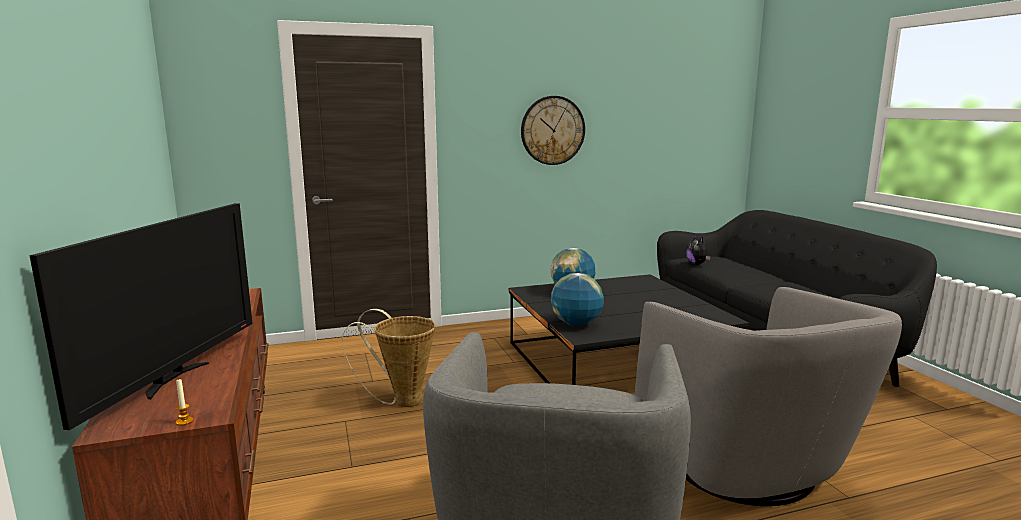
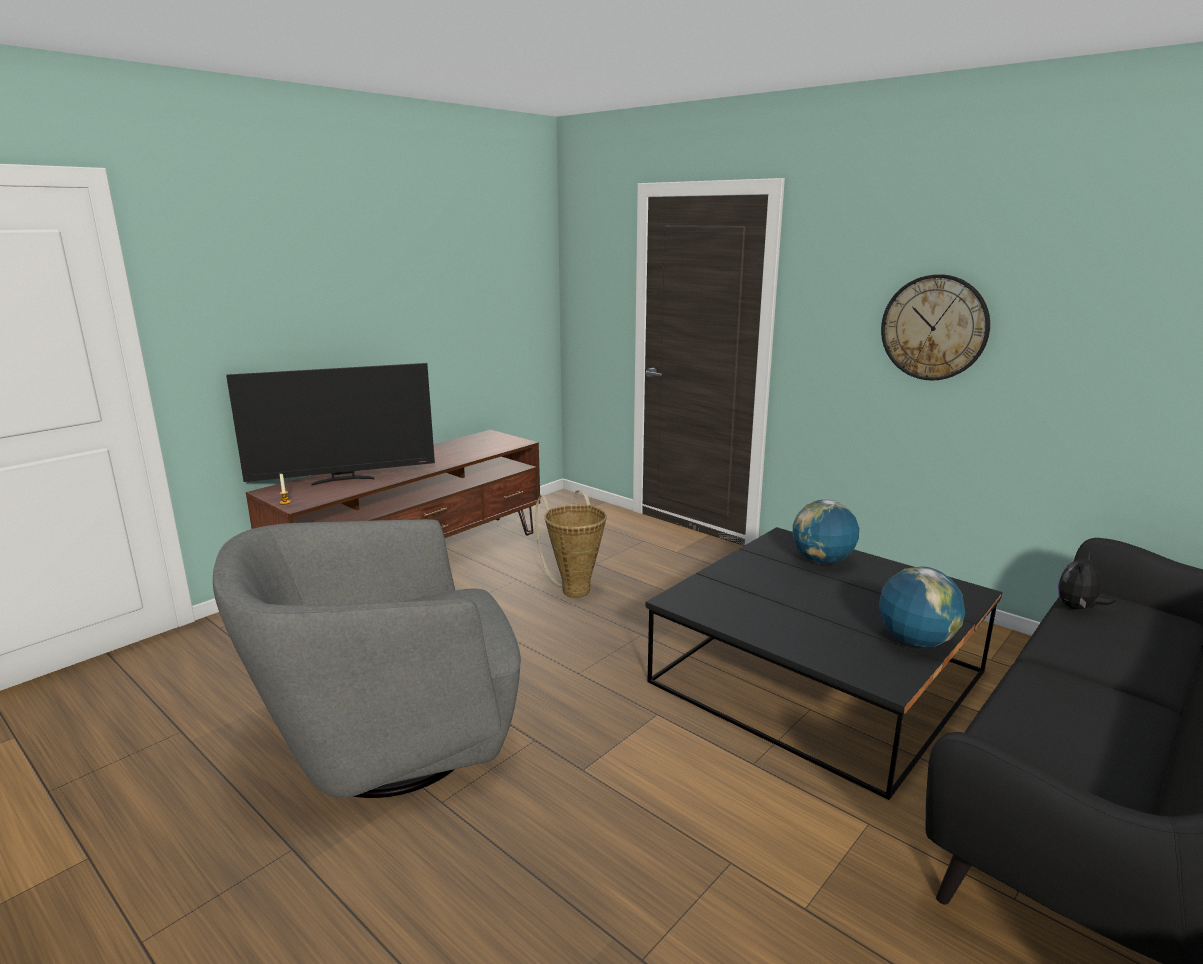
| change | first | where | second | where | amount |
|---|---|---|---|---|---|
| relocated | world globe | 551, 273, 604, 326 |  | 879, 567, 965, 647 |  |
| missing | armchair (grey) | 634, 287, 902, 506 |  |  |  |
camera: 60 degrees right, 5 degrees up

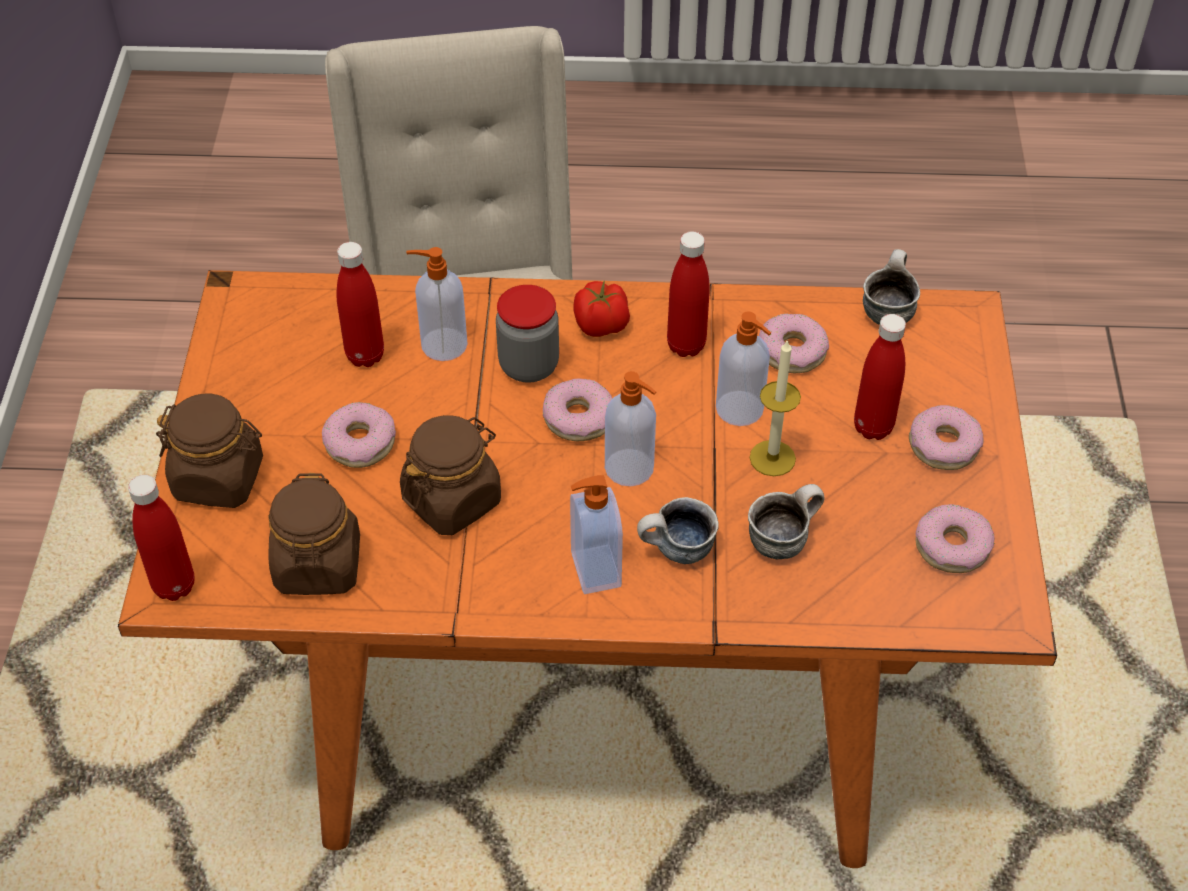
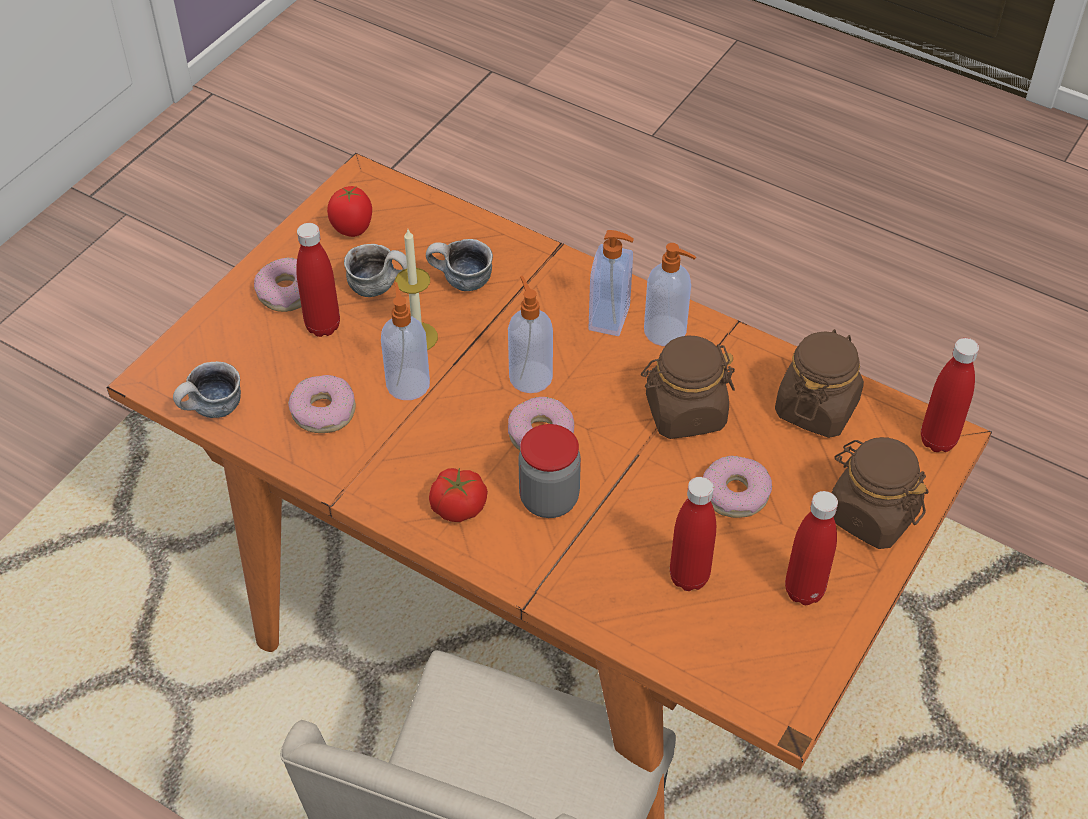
| change | first | where | second | where | amount |
|---|---|---|---|---|---|
| exchanged | donut | 915, 504, 995, 573 | whole tomato | 327, 186, 372, 237 |  |
| relocated | coffee mug | 637, 497, 719, 564 |  | 344, 244, 407, 297 |  |
| relocated | soap bottle | 406, 247, 468, 361 |  | 644, 243, 696, 346 |  |
| relocated | beverage bottle (reddish) | 667, 231, 710, 357 |  | 785, 491, 838, 605 |  |
camera: 150 degrees left, 0 degrees up

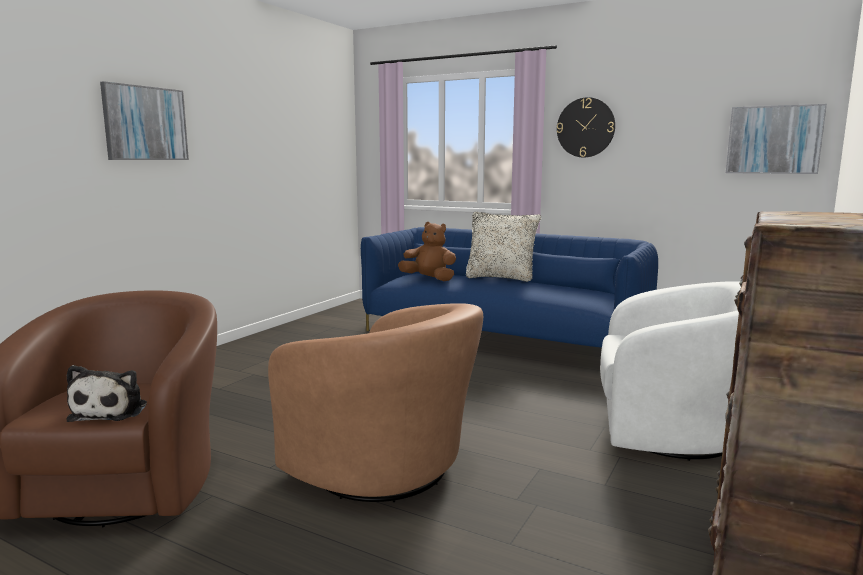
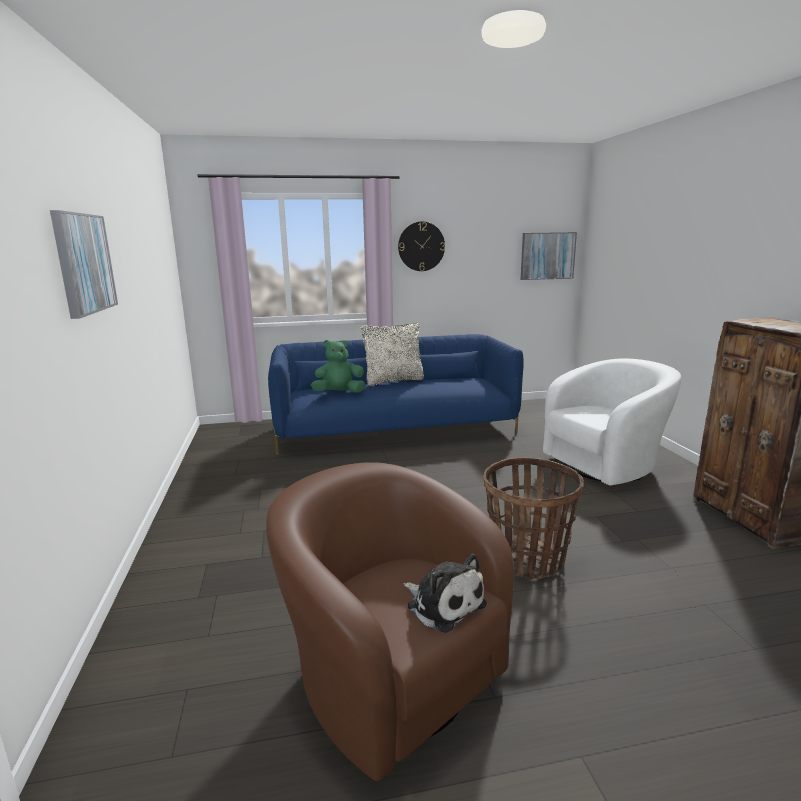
| change | first | where | second | where | amount |
|---|---|---|---|---|---|
| colour | plush toy (brown-coloured) | 398, 222, 456, 281 | plush toy (green) | 311, 340, 366, 393 |  |
| exchanged | armchair (brown-coloured) | 268, 303, 483, 502 | household basket | 484, 457, 584, 579 |  |
camera: 40 degrees left, 5 degrees up

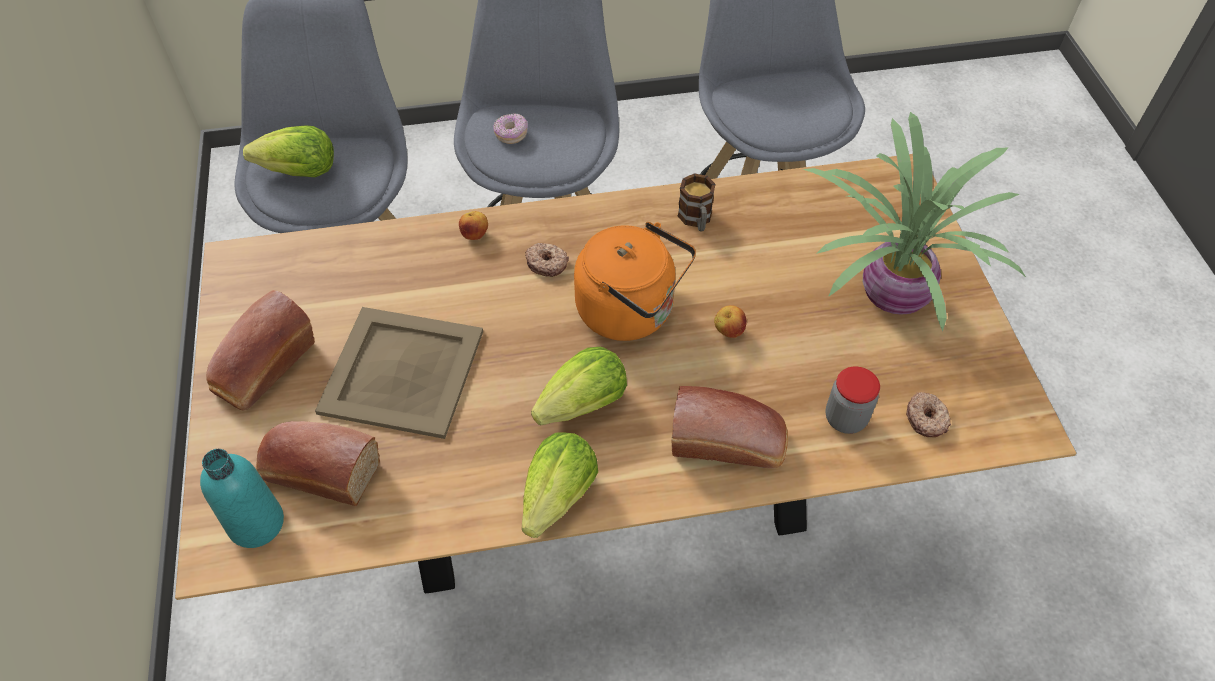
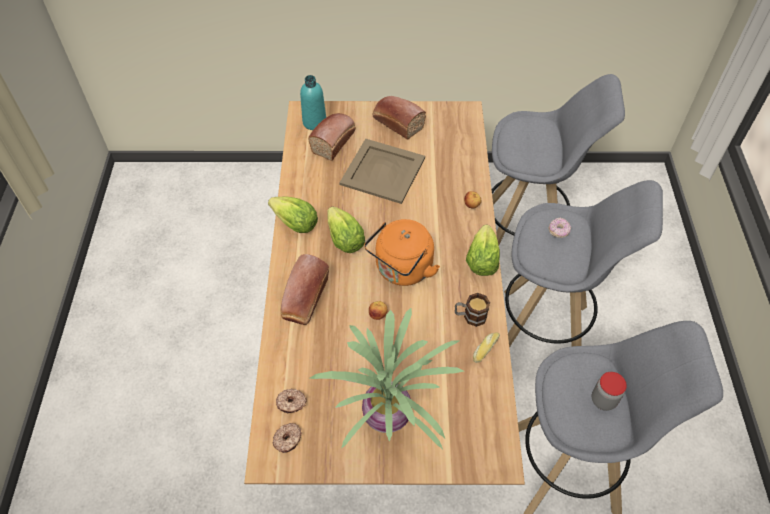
| change | first | where | second | where | amount |
|---|---|---|---|---|---|
| relocated | donut | 525, 243, 569, 277 |  | 272, 423, 302, 453 |  |
| relocated | head of lettuce | 243, 125, 334, 177 |  | 466, 225, 500, 276 |  |
| appeared |  |  | bread | 473, 332, 500, 363 |  |
| relocated | jar | 825, 366, 880, 434 |  | 592, 372, 627, 411 |  |
camera: 100 degrees right, 0 degrees up

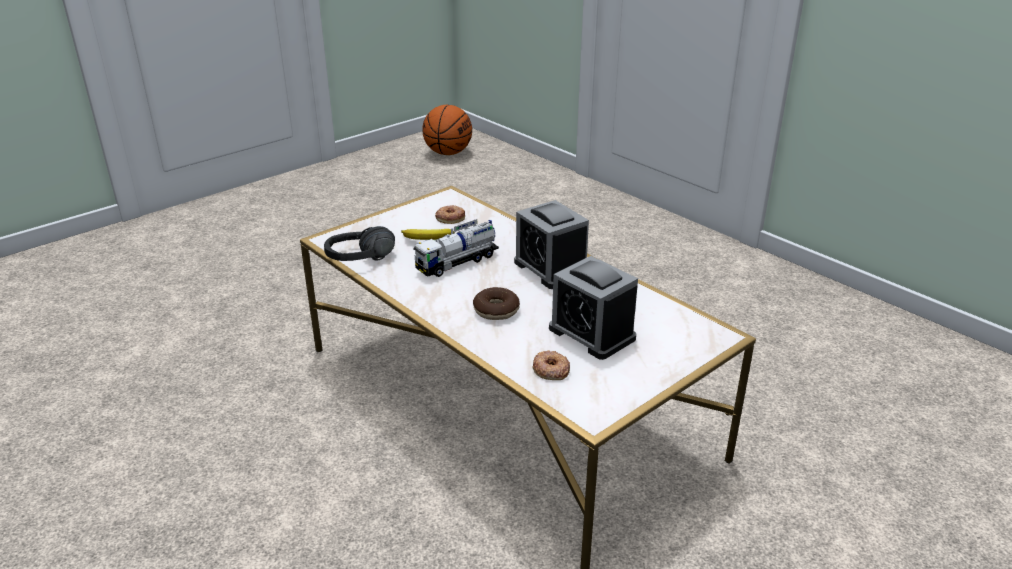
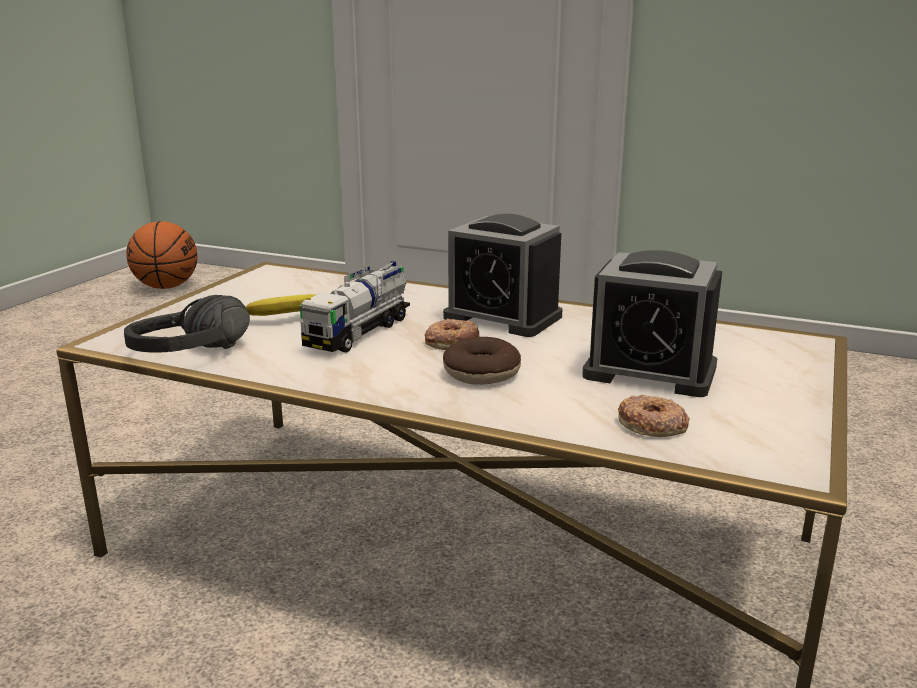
| change | first | where | second | where | amount |
|---|---|---|---|---|---|
| relocated | donut | 435, 205, 465, 224 |  | 425, 318, 480, 350 |  |
camera: 25 degrees left, 10 degrees down

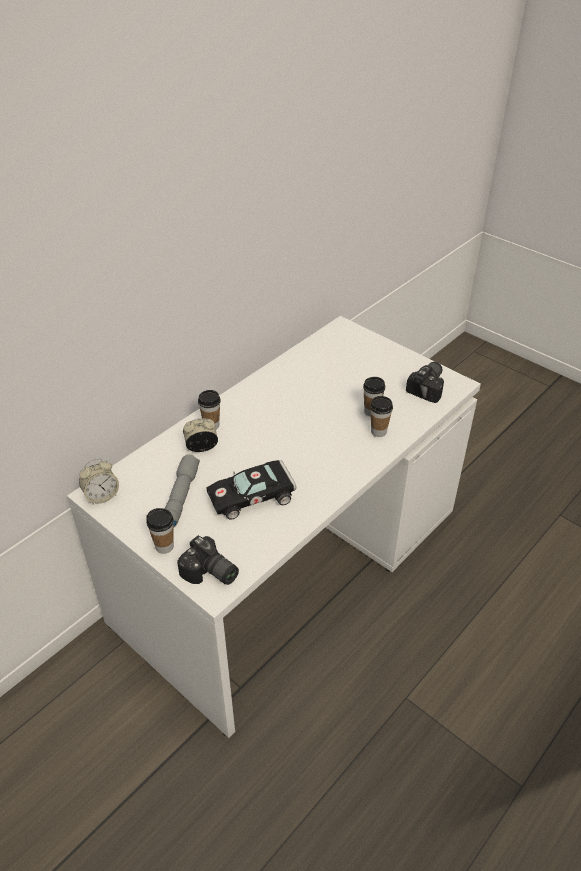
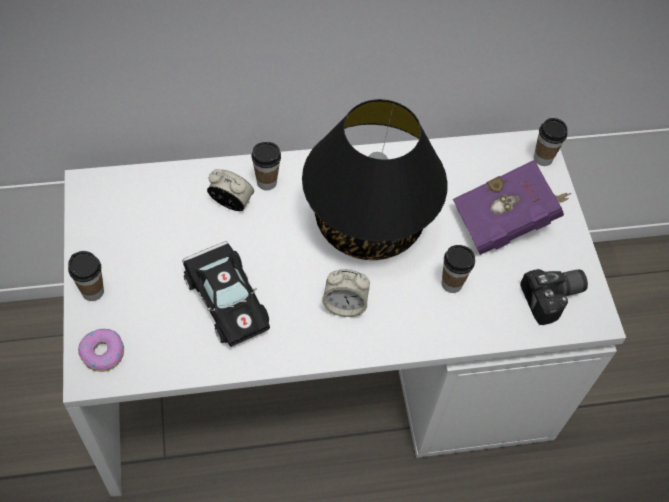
| change | first | where | second | where | amount |
|---|---|---|---|---|---|
| exchanged | photo camera | 177, 535, 239, 585 | donut | 78, 329, 124, 372 |  |
| spun | toy car (blackish) | 206, 460, 296, 519 |  | 183, 241, 270, 347 | 135 degrees counterclockwise |
| appeared |  |  | lamp for a table (blackish) | 302, 99, 448, 260 |  |
| relocated | table clock | 79, 458, 119, 505 |  | 322, 269, 370, 317 |  |
| appeared |  |  | bound book (purple-coloured) | 453, 160, 571, 255 |  |
| relocated | drinking cup | 370, 396, 393, 437 |  | 534, 118, 568, 166 |  |
| missing | torch (grey) | 165, 454, 200, 527 |  |  |  |
camera: 35 degrees right, 15 degrees up

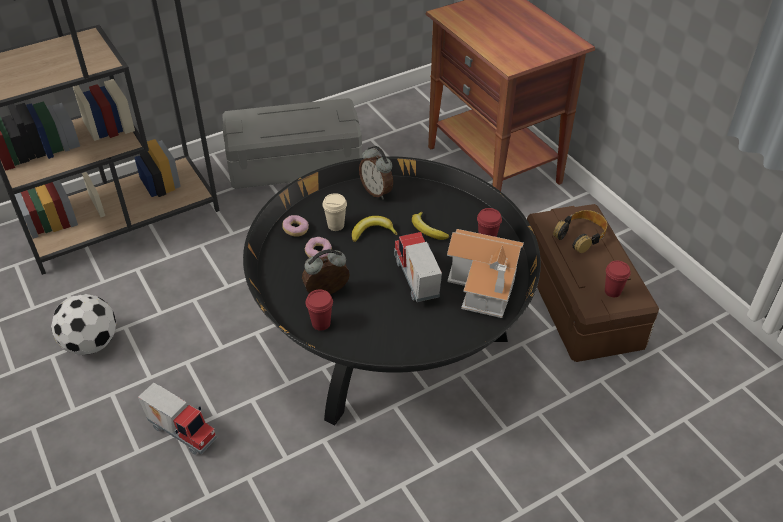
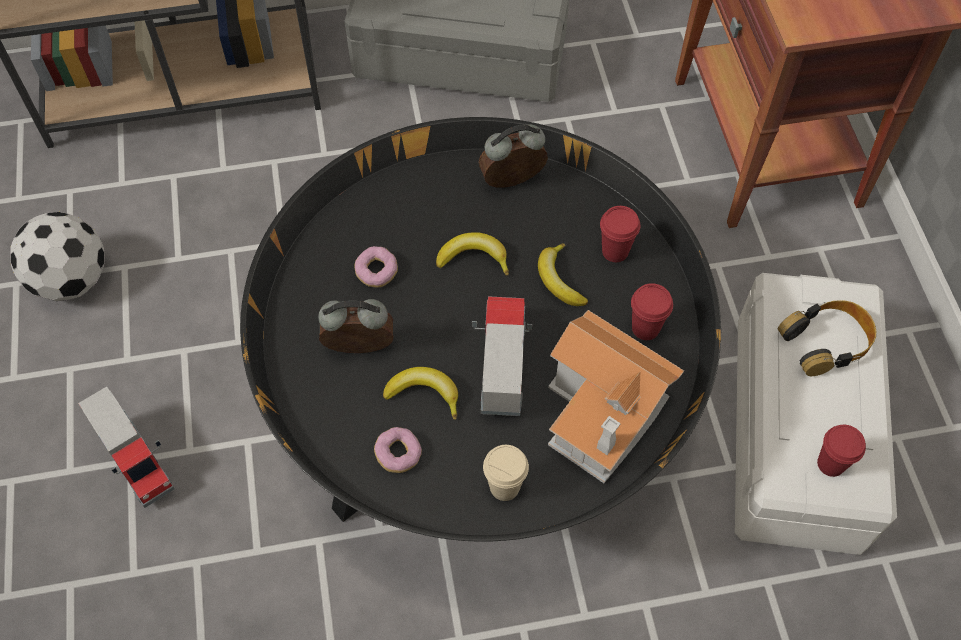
| change | first | where | second | where | amount |
|---|---|---|---|---|---|
| relocated | donut | 282, 215, 309, 237 |  | 374, 427, 422, 473 |  |
| appeared |  |  | banana fruit | 383, 367, 458, 420 |  |
| spun | table clock | 359, 146, 393, 200 |  | 479, 124, 548, 187 | 90 degrees clockwise |
| relocated | drinking cup (beige) | 323, 193, 347, 231 |  | 483, 445, 529, 501 |  |
| relocated | drinking cup (reddish) | 306, 290, 333, 331 |  | 600, 206, 640, 262 |  |
| colour | storage bin (brown-coloured) | 527, 204, 659, 362 | storage bin (white) | 735, 273, 897, 555 |  |
camera: 20 degrees right, 15 degrees up

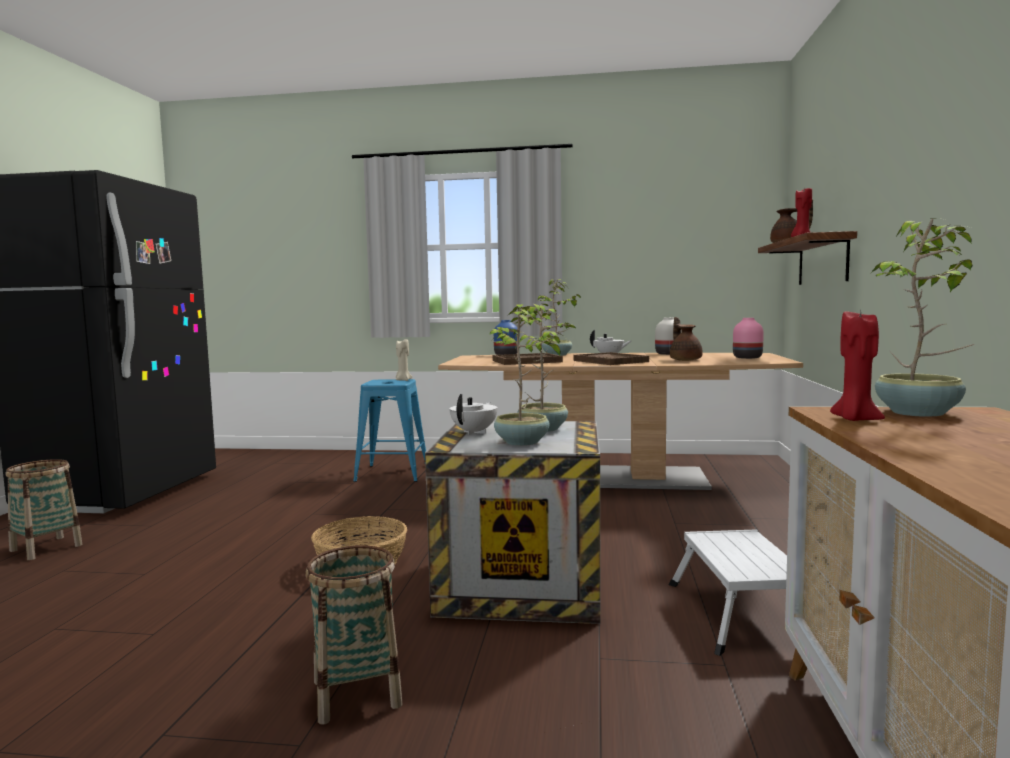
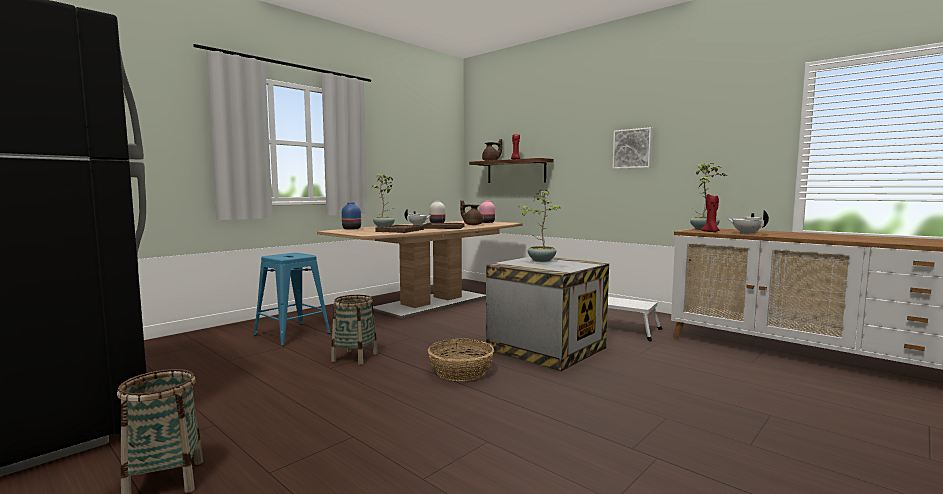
| change | first | where | second | where | amount |
|---|---|---|---|---|---|
| relocated | household basket | 306, 545, 402, 725 |  | 331, 295, 378, 365 |  |
| appeared |  |  | wall art | 612, 127, 653, 169 |  |
| relocated | tea pot (white) | 449, 394, 497, 435 |  | 727, 210, 769, 234 |  |
| missing | wax light (beige) | 396, 339, 412, 381 |  |  |  |
| missing | potted plant | 489, 304, 562, 446 |  |  |  |
camera: 55 degrees left, 0 degrees up

